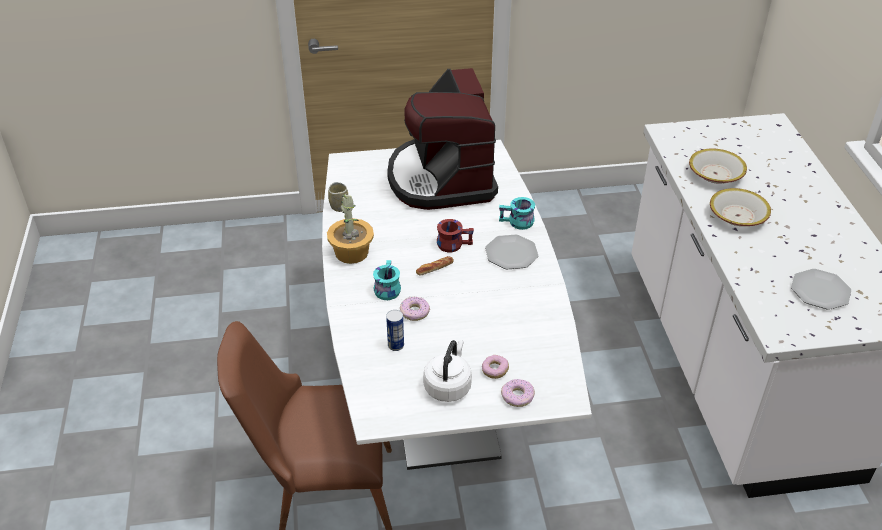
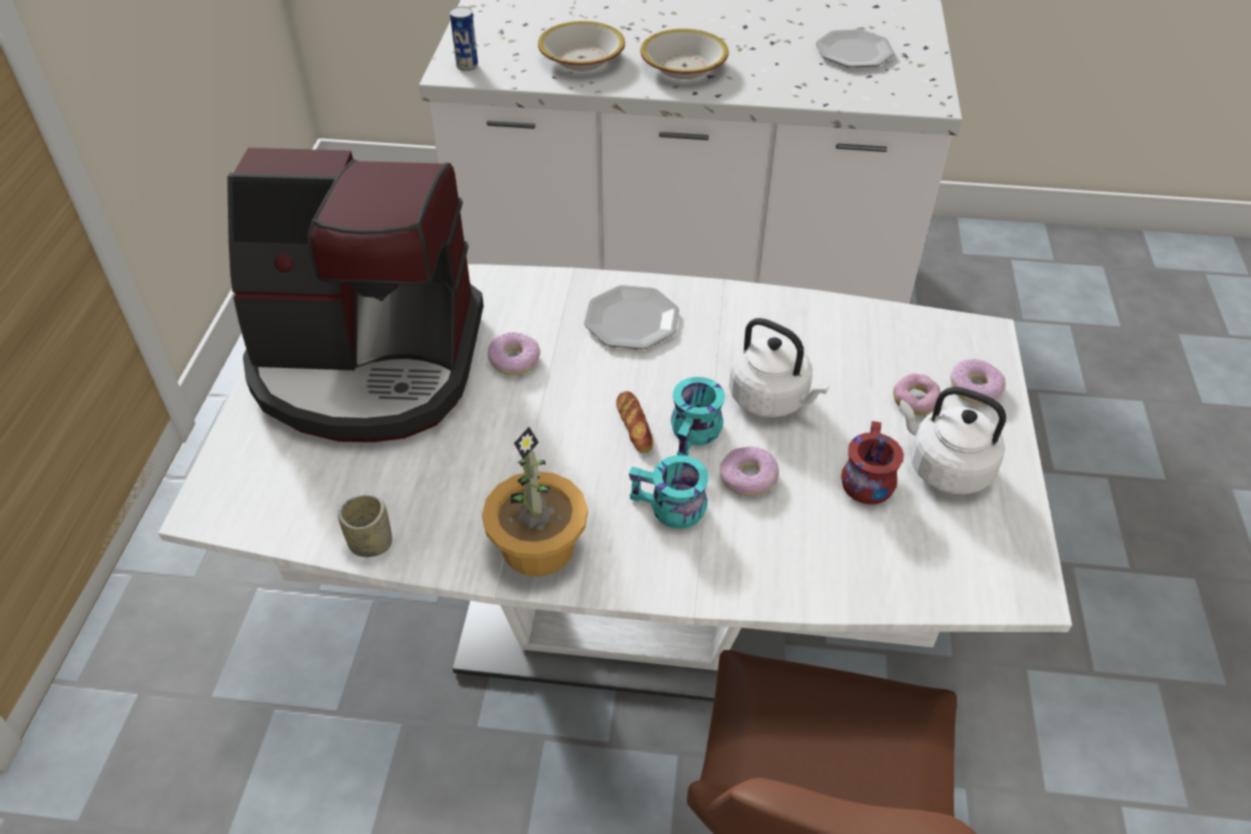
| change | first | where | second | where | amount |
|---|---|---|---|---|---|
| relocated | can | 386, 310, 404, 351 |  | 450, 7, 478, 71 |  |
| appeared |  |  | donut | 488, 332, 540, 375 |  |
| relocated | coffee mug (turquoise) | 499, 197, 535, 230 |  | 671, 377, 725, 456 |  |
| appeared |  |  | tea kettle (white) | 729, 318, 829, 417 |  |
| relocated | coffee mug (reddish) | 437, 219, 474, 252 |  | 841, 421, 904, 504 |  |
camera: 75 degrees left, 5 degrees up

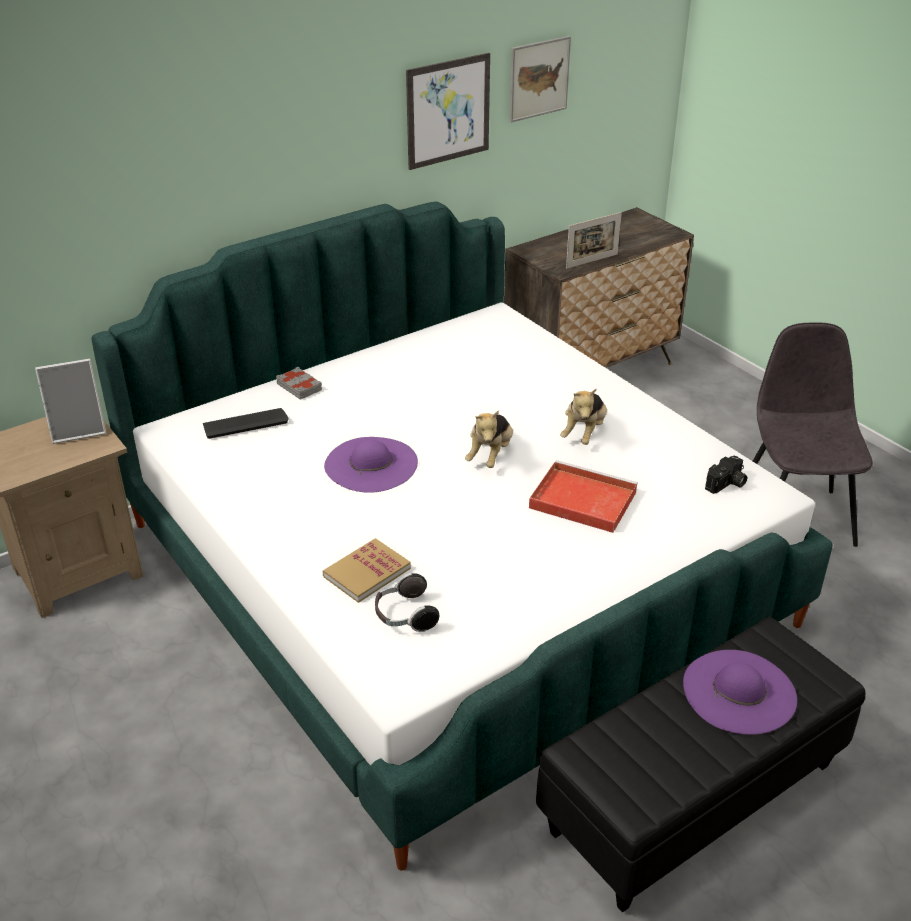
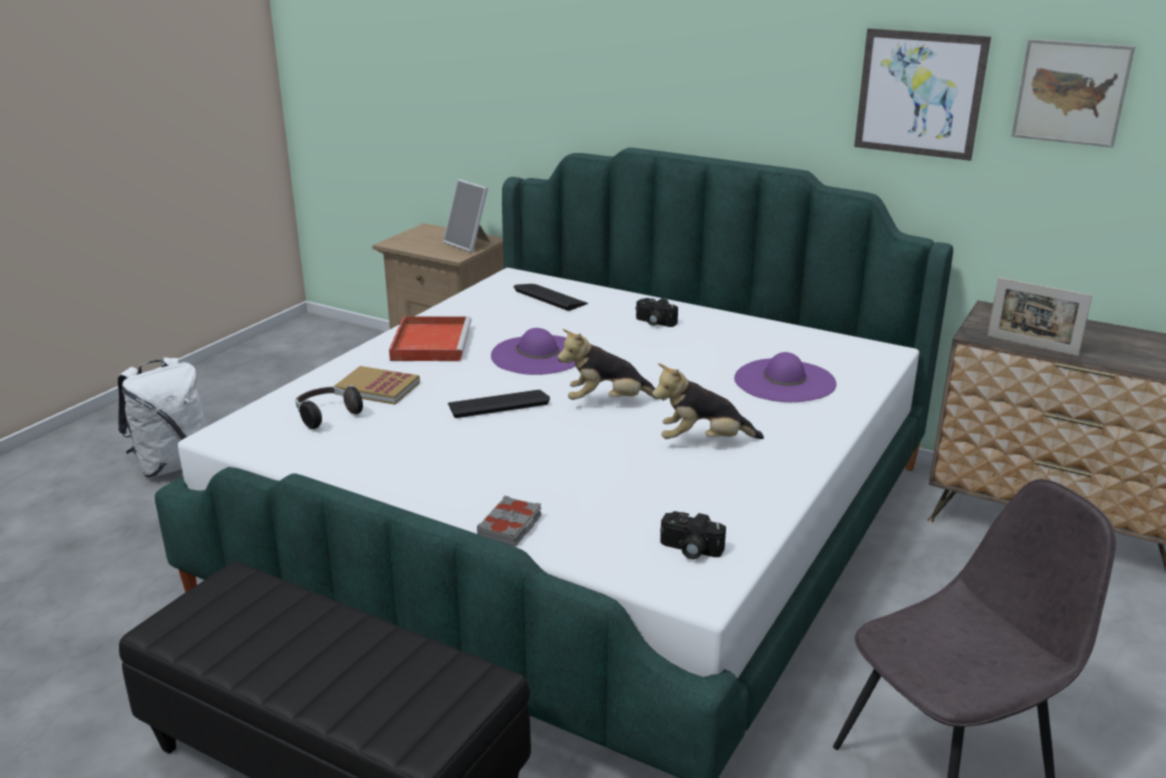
| change | first | where | second | where | amount |
|---|---|---|---|---|---|
| appeared |  |  | rucksack (white) | 117, 357, 206, 478 |  |
| relocated | serving tray (reddish) | 529, 460, 638, 533 |  | 389, 316, 471, 361 |  |
| appeared |  |  | computer keyboard | 448, 390, 550, 418 |  |
| relocated | bound book (grey) | 276, 367, 322, 400 |  | 477, 496, 542, 547 |  |
| appeared |  |  | photo camera | 636, 298, 678, 327 |  |
| relocated | clothing hat (purple-coloured) | 683, 650, 797, 735 |  | 734, 352, 837, 402 |  |
camera: 65 degrees right, 10 degrees down

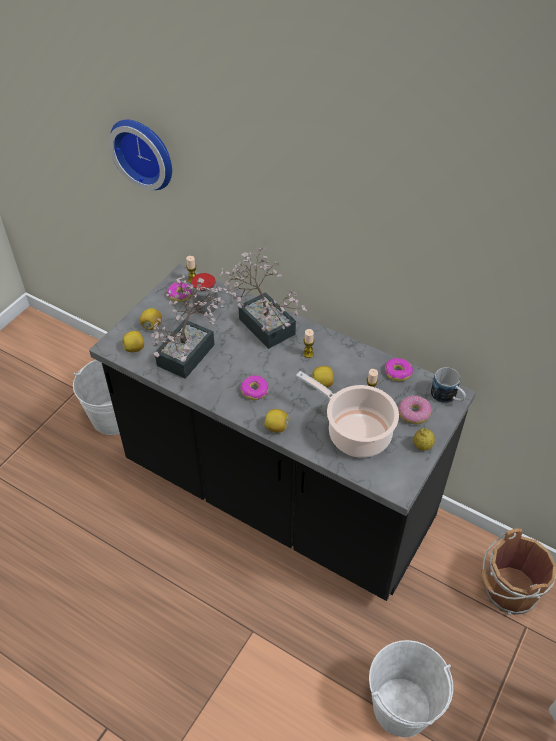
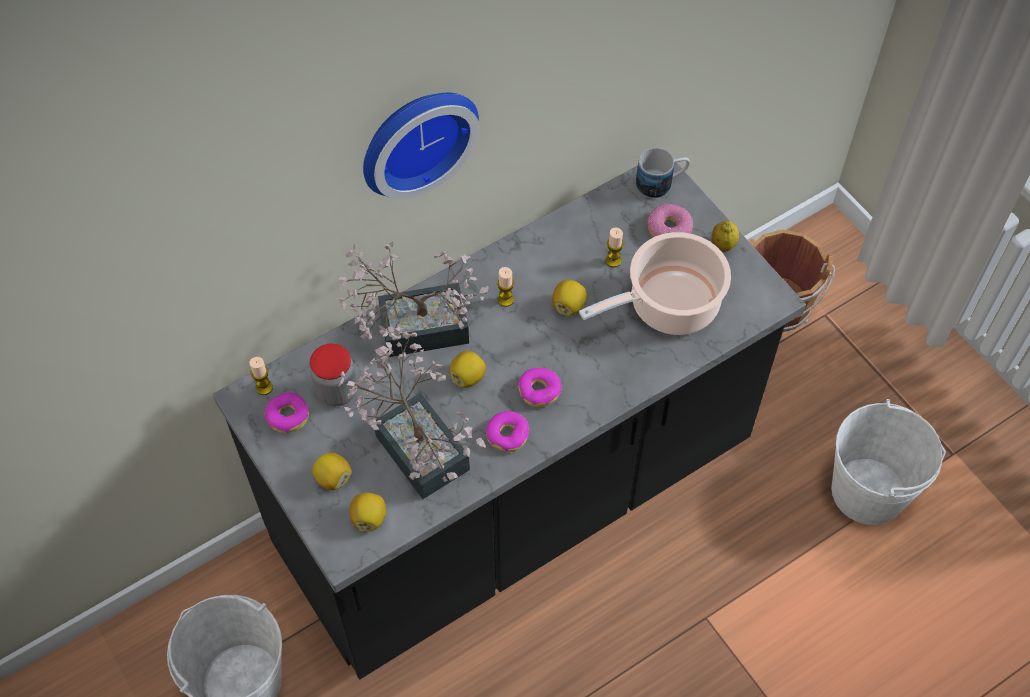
| change | first | where | second | where | amount |
|---|---|---|---|---|---|
| relocated | wall clock | 109, 120, 172, 190 |  | 363, 93, 480, 200 |  |
| relocated | citrus fruit | 264, 409, 289, 433 |  | 449, 351, 486, 388 |  |
| relocated | donut | 385, 358, 413, 381 |  | 486, 411, 529, 452 |  |
camera: 65 degrees left, 10 degrees up

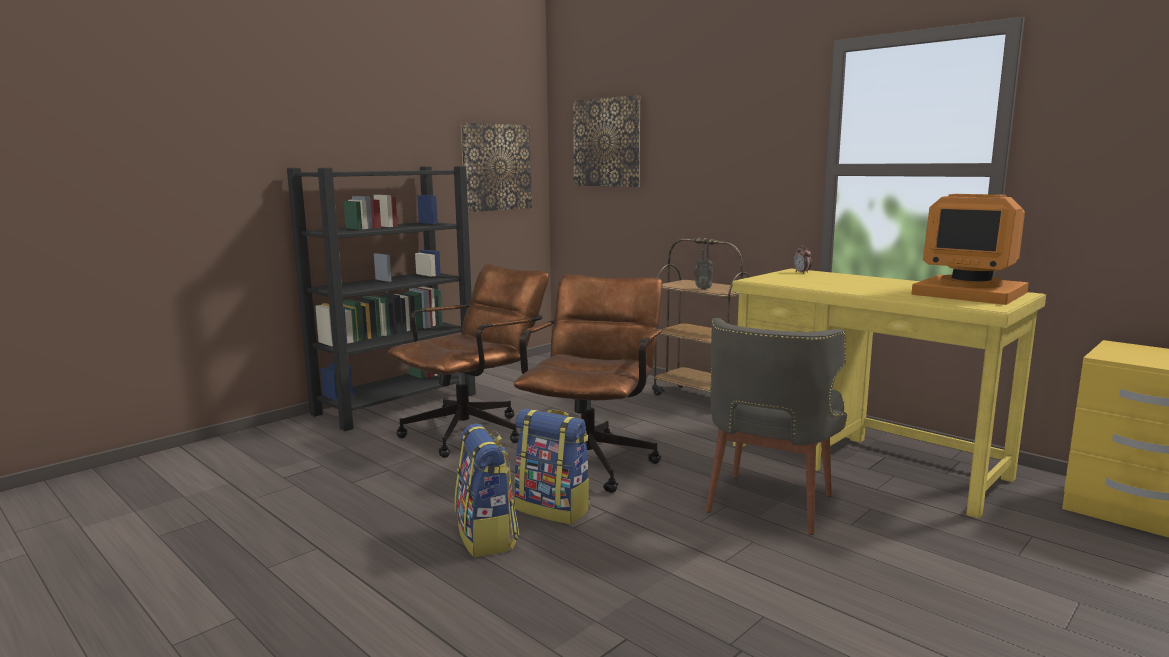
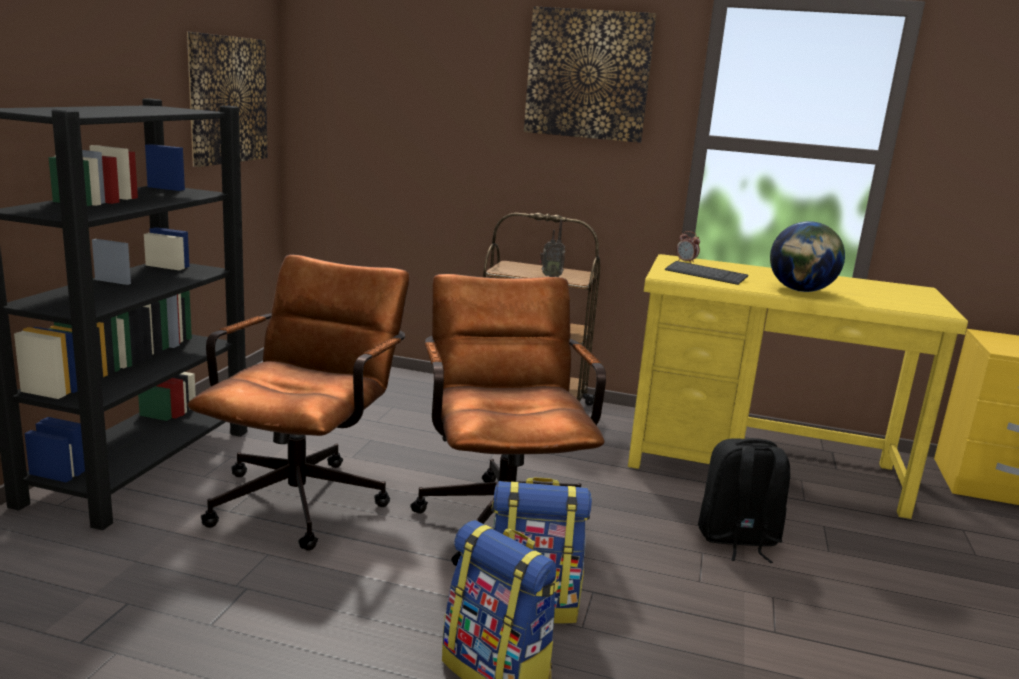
| change | first | where | second | where | amount |
|---|---|---|---|---|---|
| relocated | wall art | 573, 95, 640, 187 |  | 524, 6, 656, 143 |  |
| appeared |  |  | computer keyboard | 665, 261, 748, 285 |  |
| exchanged | plain chair (grey) | 706, 318, 847, 535 | rucksack (blackish) | 698, 438, 790, 563 |  |
| appeared |  |  | world globe | 770, 221, 845, 292 |  |
| missing | monitor | 912, 194, 1029, 305 |  |  |  |
camera: 30 degrees left, 5 degrees up

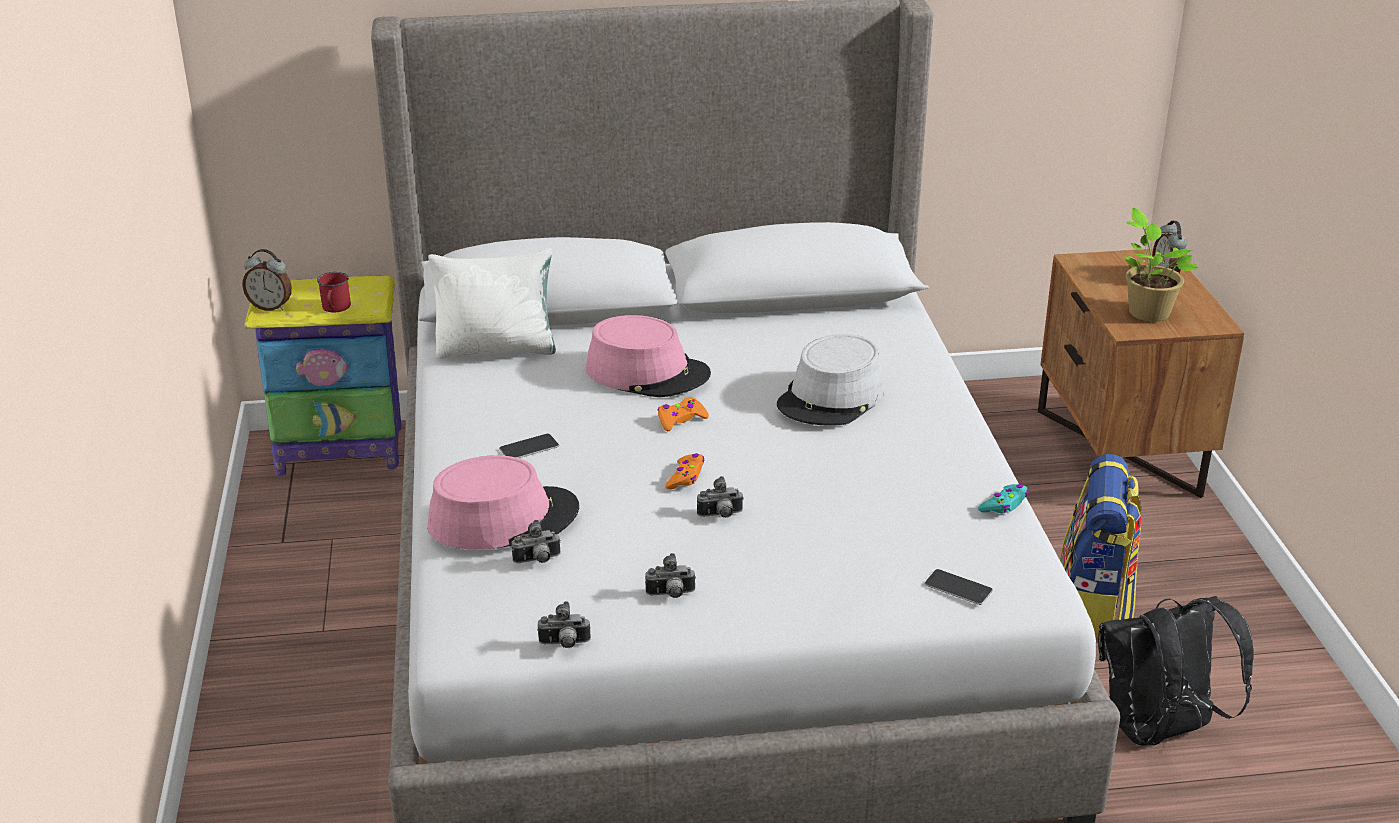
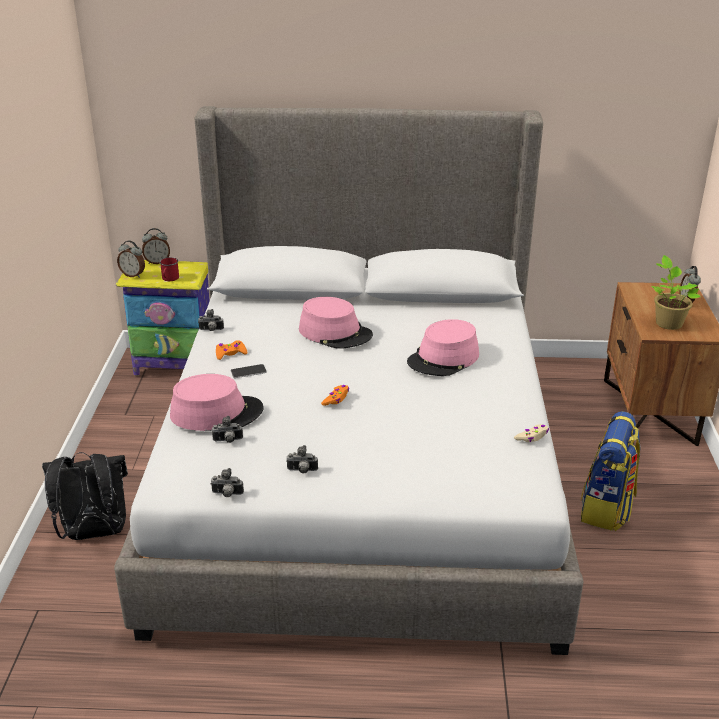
| change | first | where | second | where | amount |
|---|---|---|---|---|---|
| relocated | rucksack (blackish) | 1098, 596, 1254, 746 |  | 42, 452, 128, 540 |  |
| appeared |  |  | table clock | 142, 228, 170, 264 |  |
| relocated | photo camera | 697, 476, 743, 518 |  | 198, 309, 224, 331 |  |
| relocated | gamepad (orange) | 658, 397, 709, 431 |  | 216, 340, 247, 360 |  |
| colour | clothing hat (grey) | 777, 334, 885, 426 | clothing hat (pinkish) | 407, 319, 479, 376 |  |
| colour | gamepad (turquoise) | 978, 484, 1029, 513 | gamepad (beige) | 514, 424, 549, 442 |  |
| missing | cushion (white) | 428, 248, 556, 359 |  |  |  |
| missing | telephone | 924, 569, 993, 605 |  |  |  |
camera: 10 degrees right, 0 degrees up

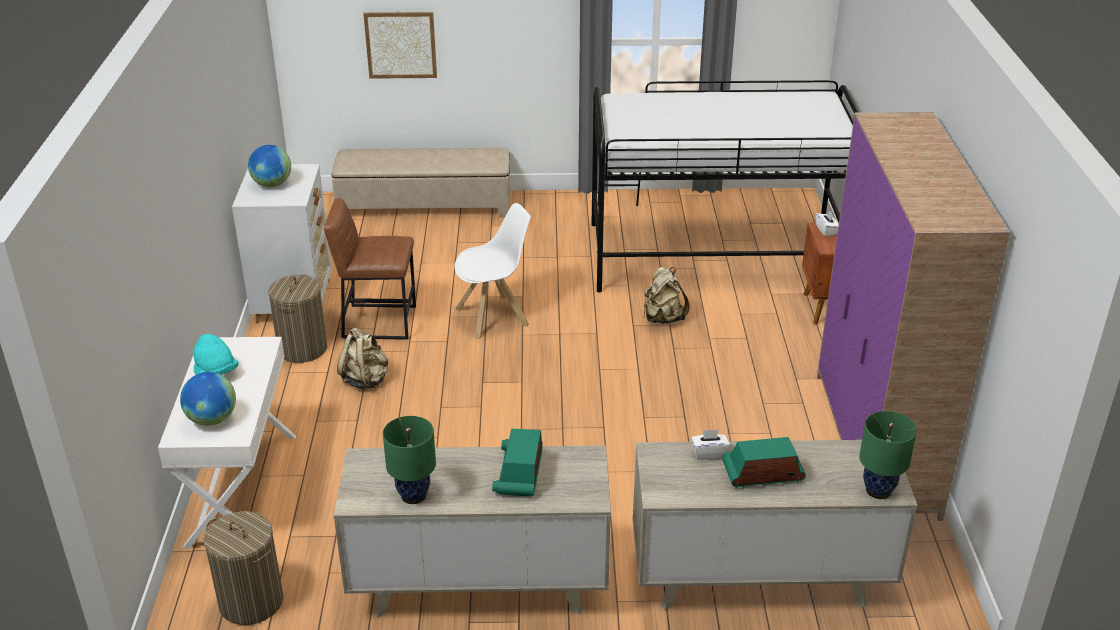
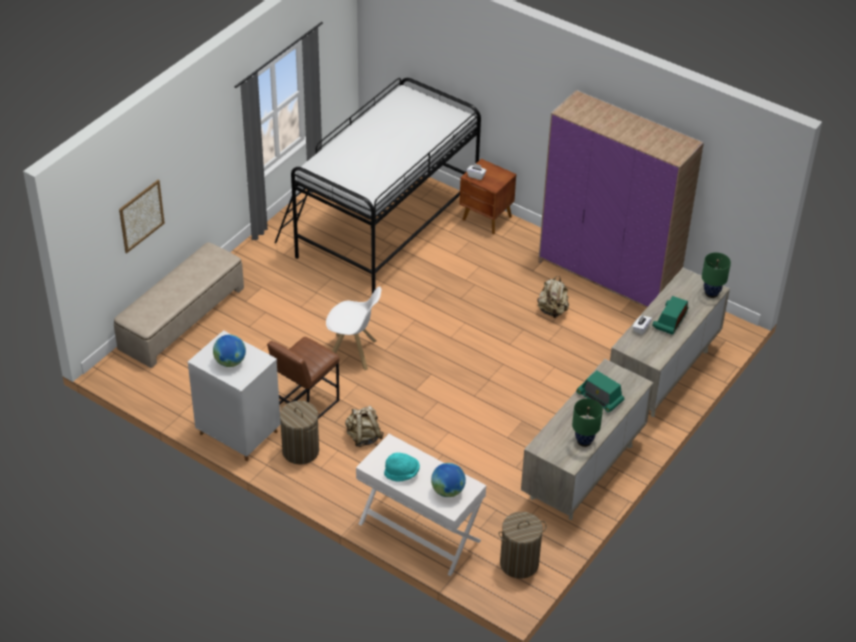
| change | first | where | second | where | amount |
|---|---|---|---|---|---|
| spun | plain chair (white) | 455, 203, 531, 339 |  | 326, 286, 381, 370 | 90 degrees clockwise |
| relocated | rucksack (beige) | 644, 267, 689, 324 |  | 537, 276, 569, 318 |  |
camera: 55 degrees left, 10 degrees up

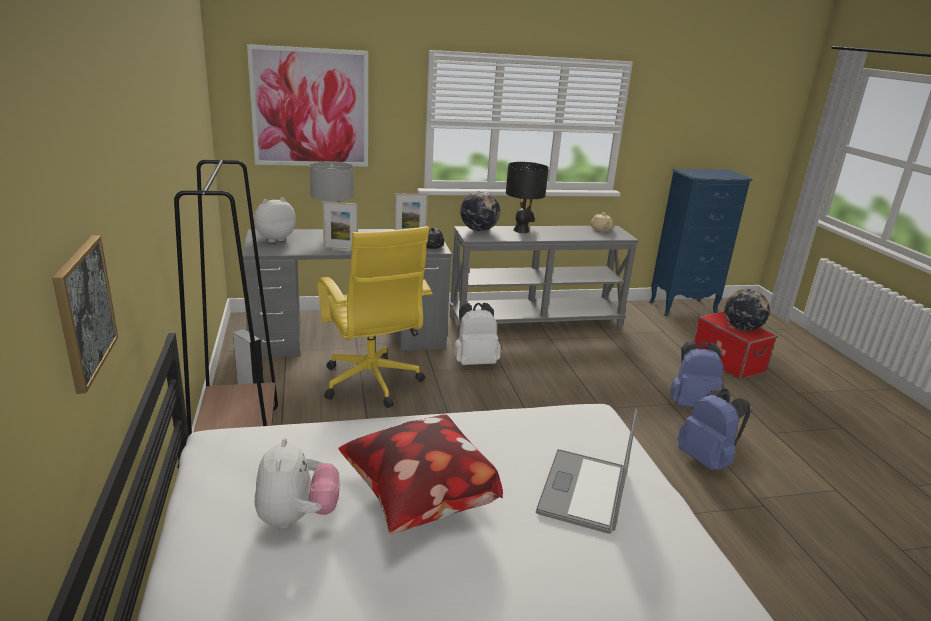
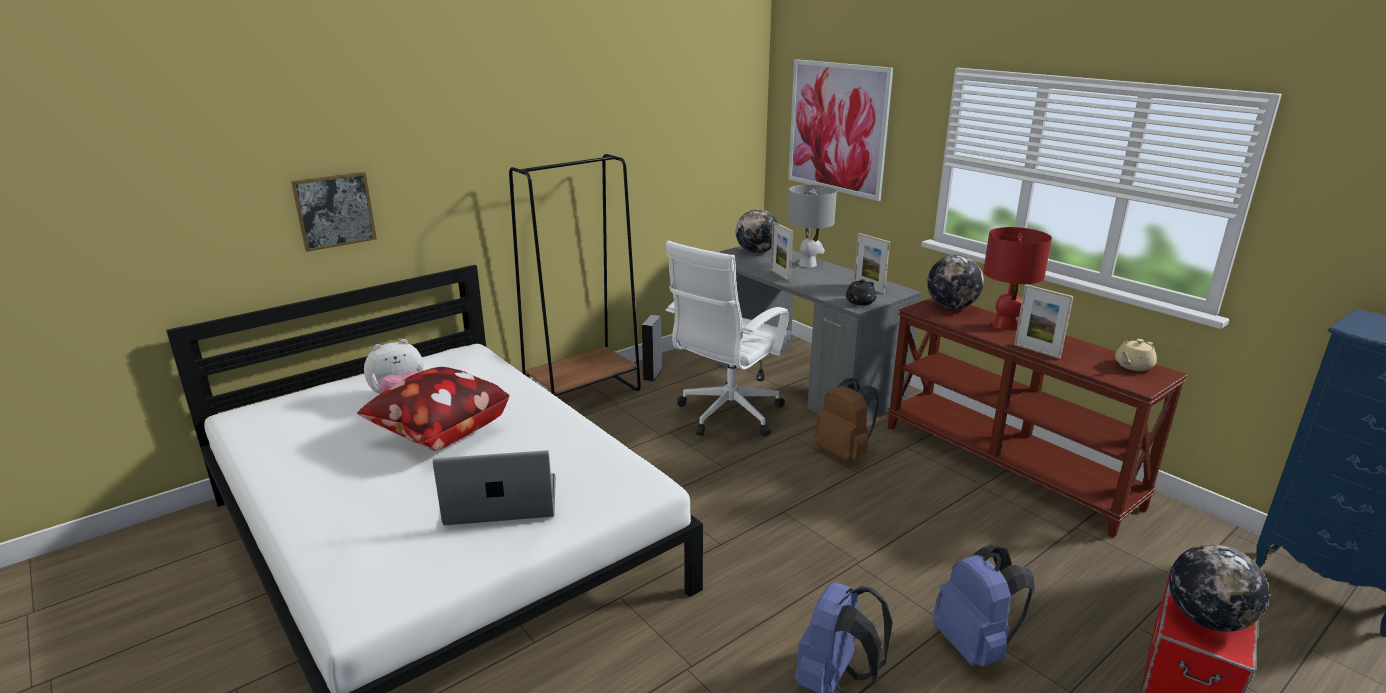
| change | first | where | second | where | amount |
|---|---|---|---|---|---|
| colour | desk chair (yellowish) | 317, 226, 433, 408 | desk chair (white) | 665, 241, 792, 437 |  |
| exchanged | plush toy | 253, 197, 296, 243 | world globe | 736, 209, 778, 254 |  |
| colour | rucksack (white) | 454, 303, 501, 365 | rucksack (brown-coloured) | 814, 378, 879, 461 |  |
| colour | narrow table (grey) | 449, 226, 639, 335 | narrow table (brown-coloured) | 887, 298, 1188, 538 |  |
| colour | lamp for a table (blackish) | 506, 162, 549, 233 | lamp for a table (reddish) | 983, 227, 1052, 329 |  |
| appeared |  |  | standing frame | 1014, 284, 1074, 359 |  |
camera: 65 degrees right, 0 degrees up

